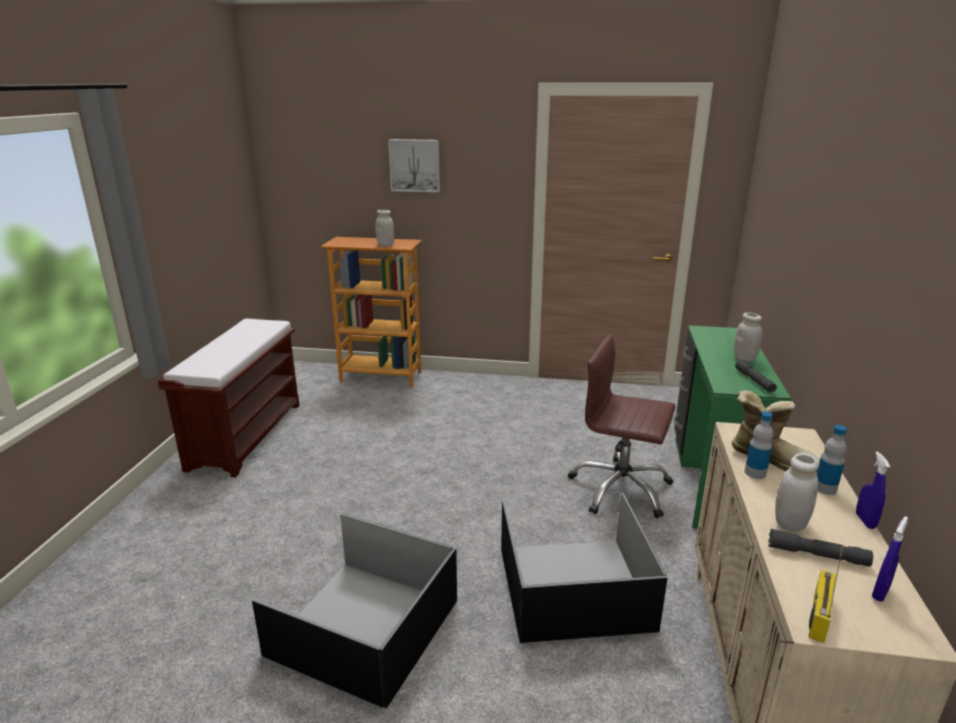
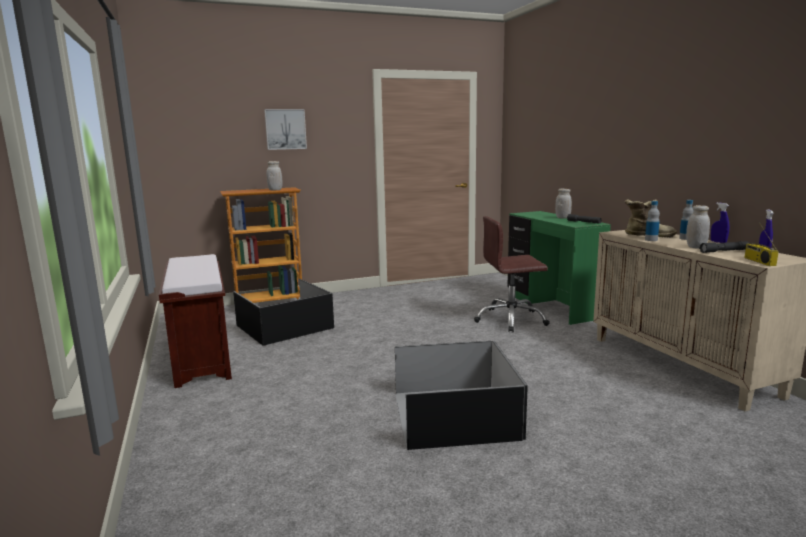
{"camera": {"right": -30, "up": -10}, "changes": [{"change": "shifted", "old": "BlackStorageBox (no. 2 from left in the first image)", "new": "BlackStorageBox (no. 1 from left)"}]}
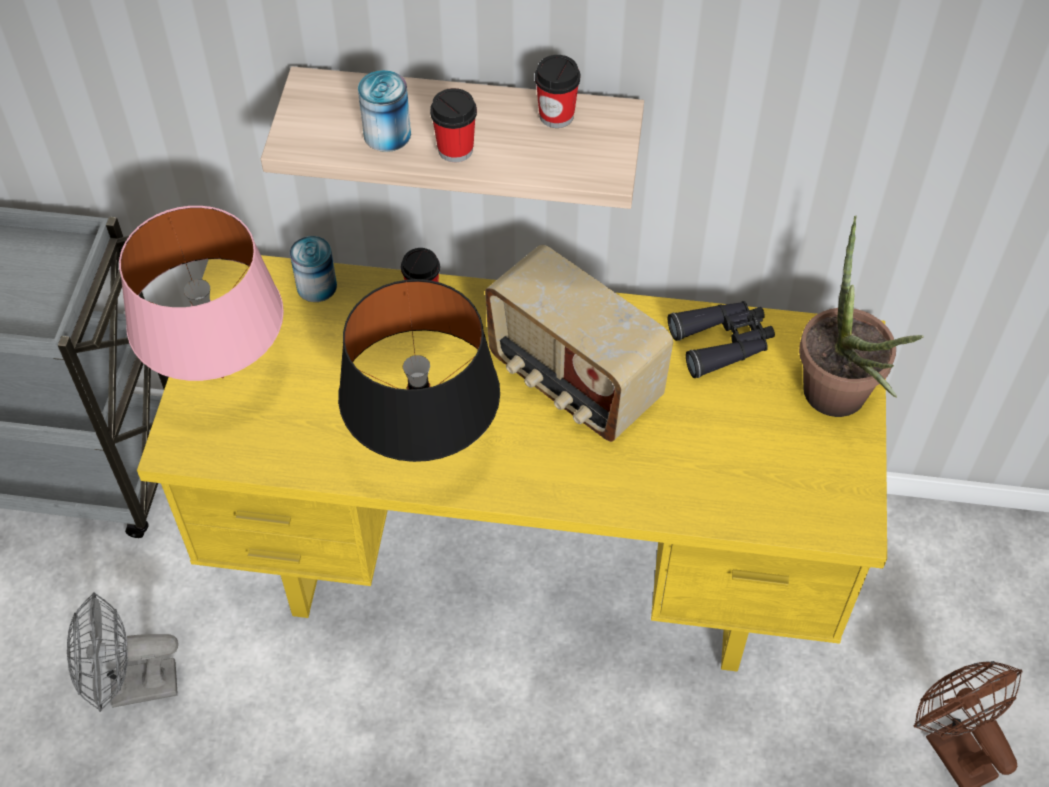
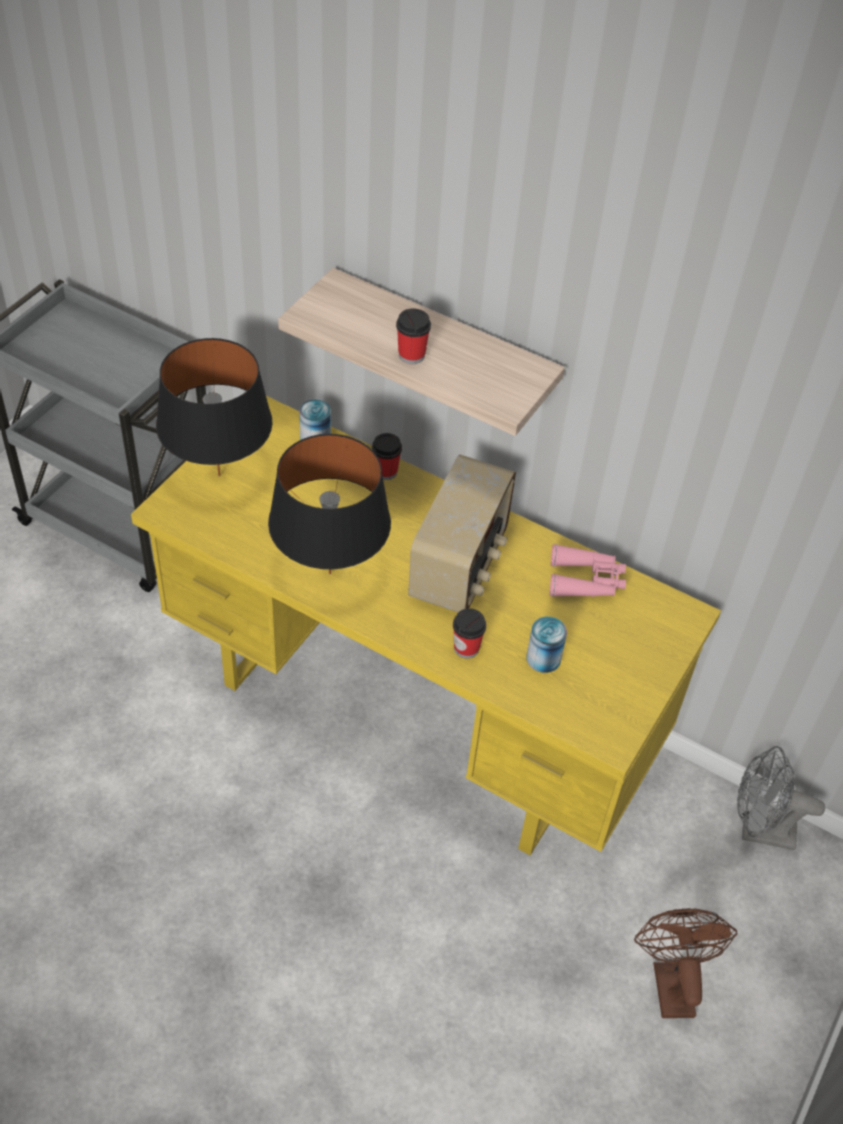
{"camera": {"right": 20, "up": -5}, "changes": [{"change": "shifted", "old": "GreyFan"}, {"change": "repainted", "old": "PinkTableLamp", "new": "BlackTableLamp (no. 1 from left)"}, {"change": "shifted", "old": "Can (no. 2 from left)"}, {"change": "rotated", "old": "Radio", "degrees": -135}, {"change": "shifted", "old": "Cup (no. 3 from left)"}, {"change": "repainted", "old": "BlackBinoculars", "new": "PinkBinoculars"}, {"change": "gone", "old": "PottedPlant"}]}
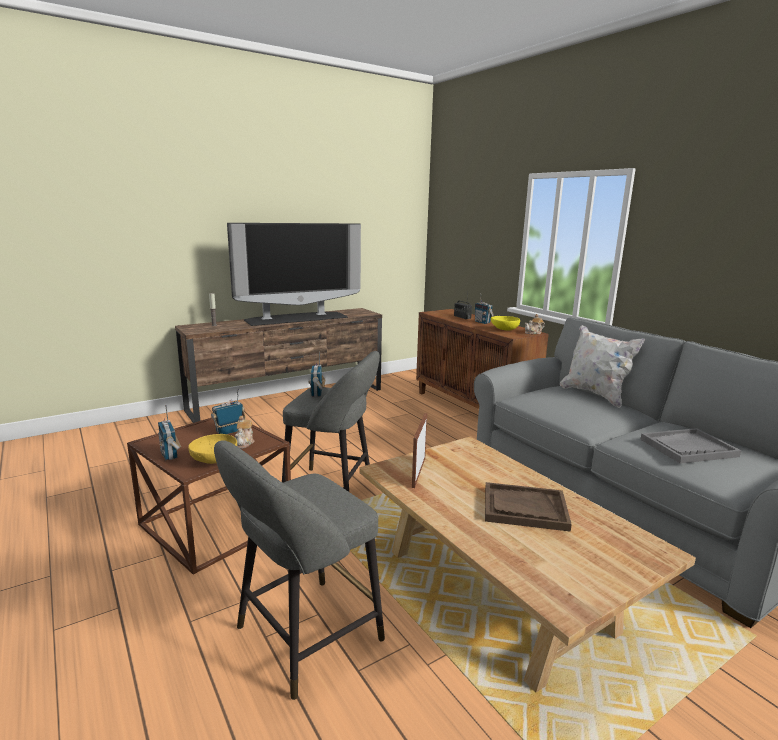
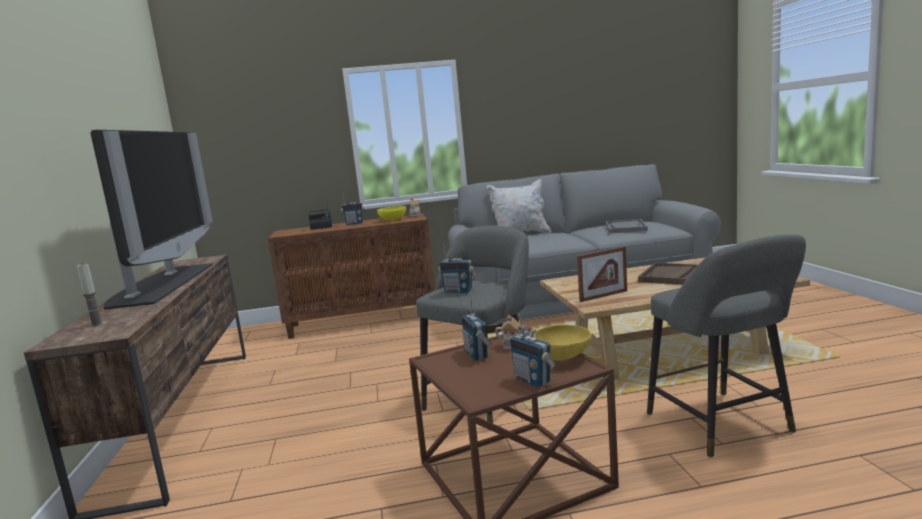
{"camera": {"right": -65, "up": -5}, "changes": [{"change": "rotated", "old": "Radio (no. 1 from left in the first image)", "degrees": 60}, {"change": "rotated", "old": "PictureFrame", "degrees": -60}]}
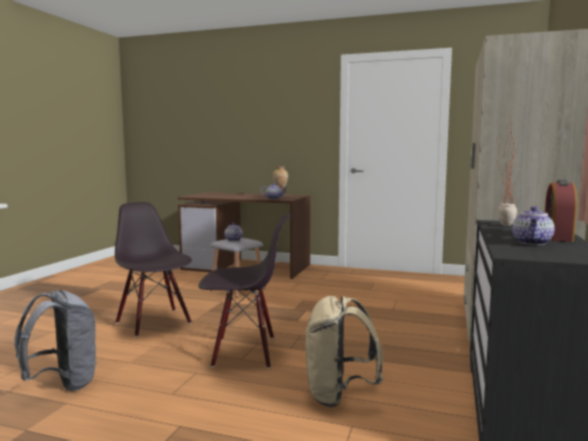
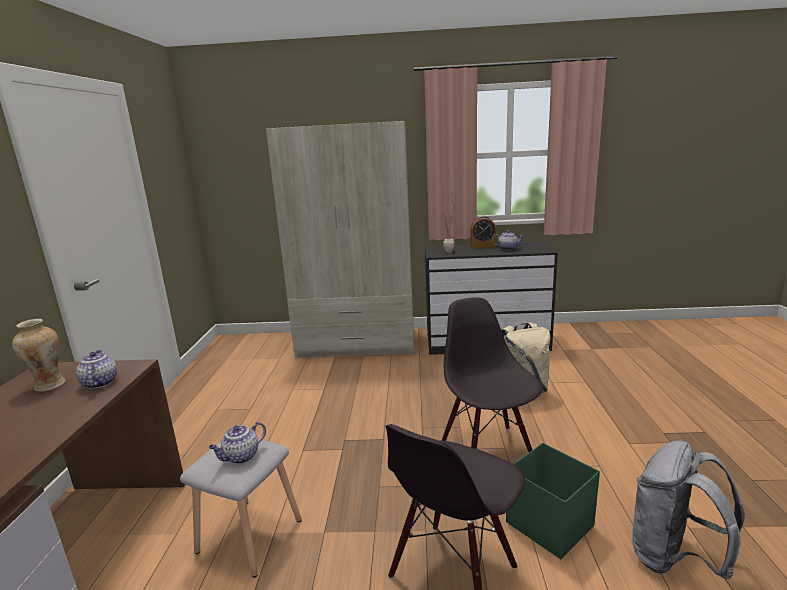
{"camera": {"right": -105, "up": 10}, "changes": [{"change": "new", "new": "GreenStorageBox"}]}
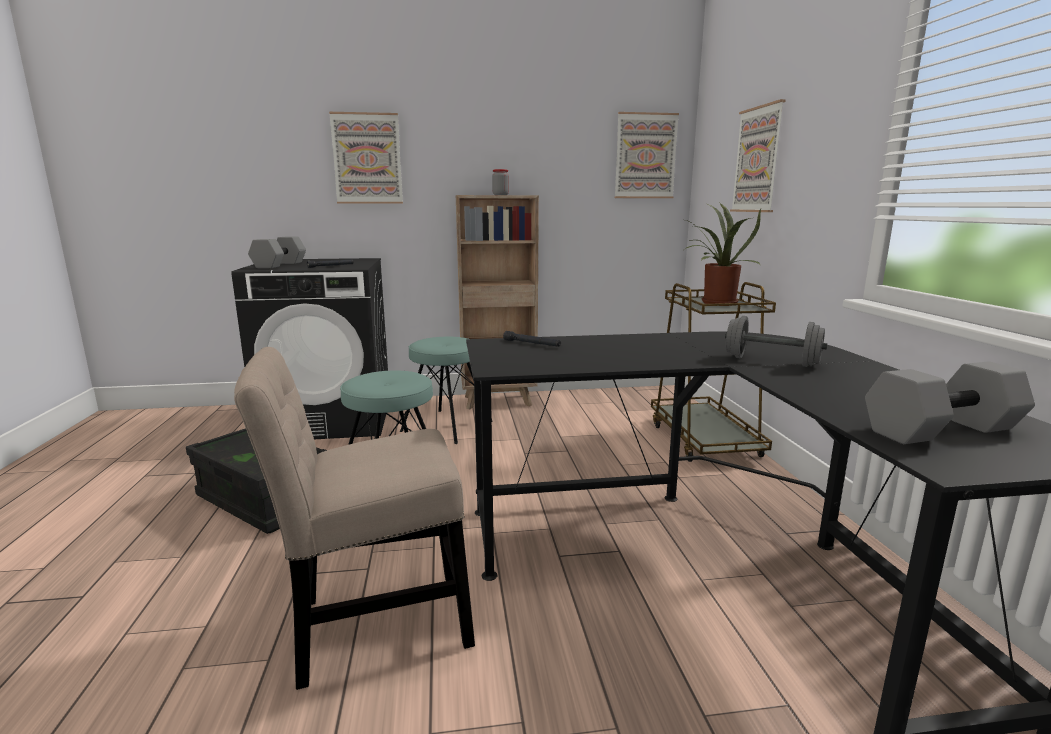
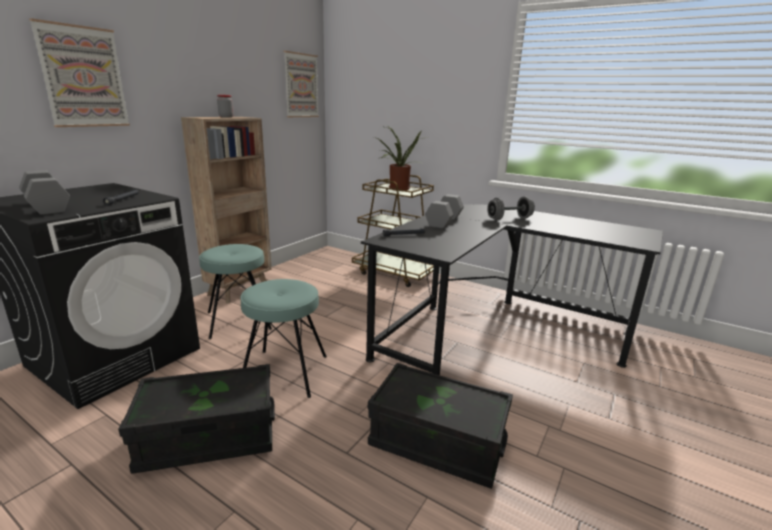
{"camera": {"right": -50, "up": 5}, "changes": [{"change": "swapped", "old": "BeigeChair", "new": "BlackStorageBox (no. 2 from left)"}, {"change": "gone", "old": "Picture (no. 3 from left)"}, {"change": "shifted", "old": "GreyDumbbell (no. 3 from left in the first image)", "new": "GreyDumbbell (no. 2 from left)"}]}
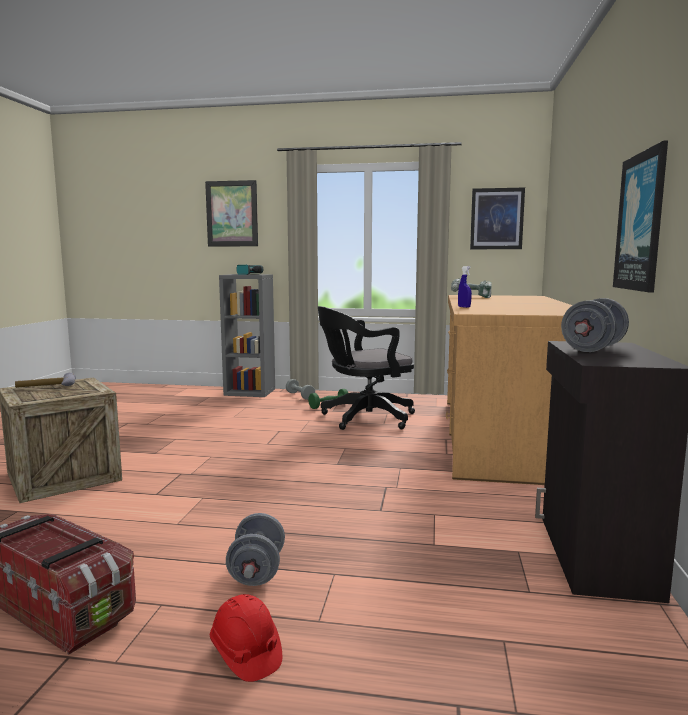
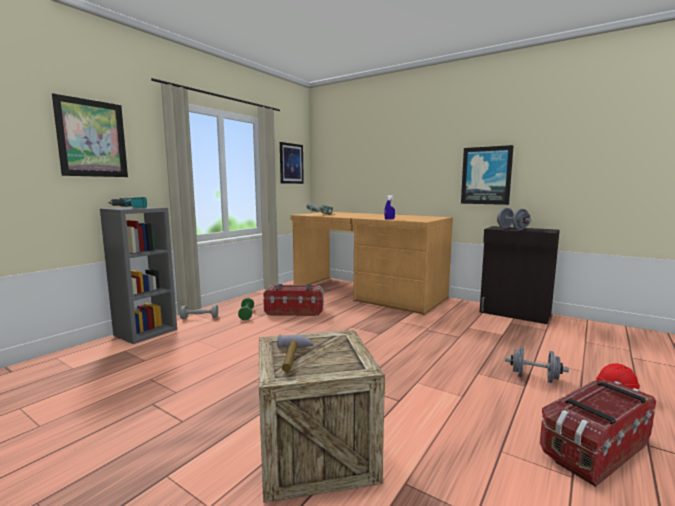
{"camera": {"right": -65, "up": 0}, "changes": [{"change": "swapped", "old": "BlackOfficeChair", "new": "StorageBox (no. 1 from left)"}]}
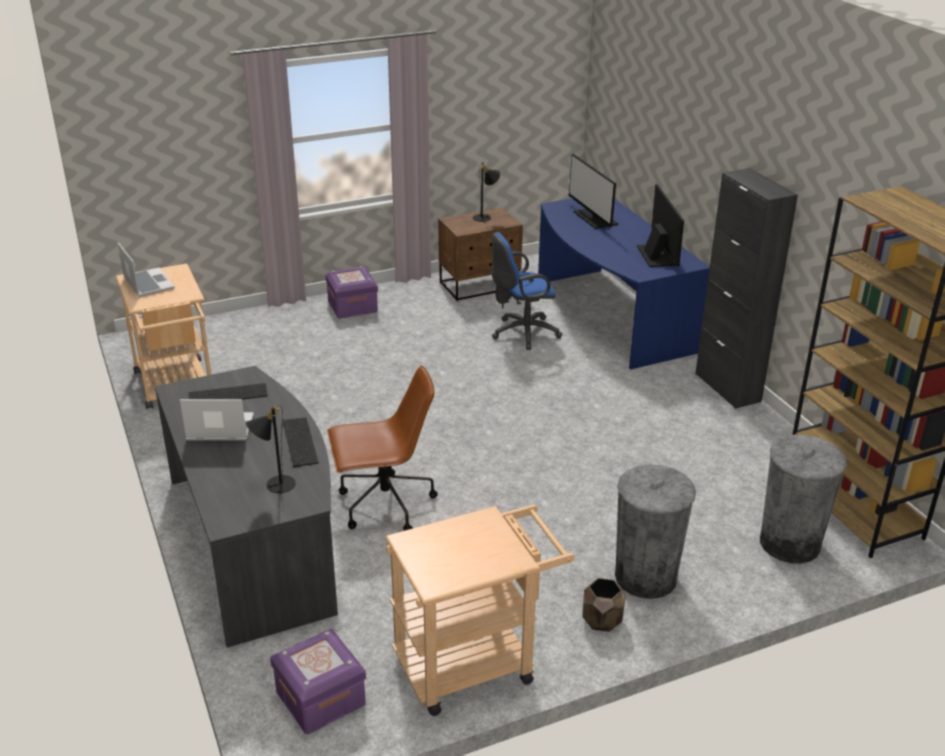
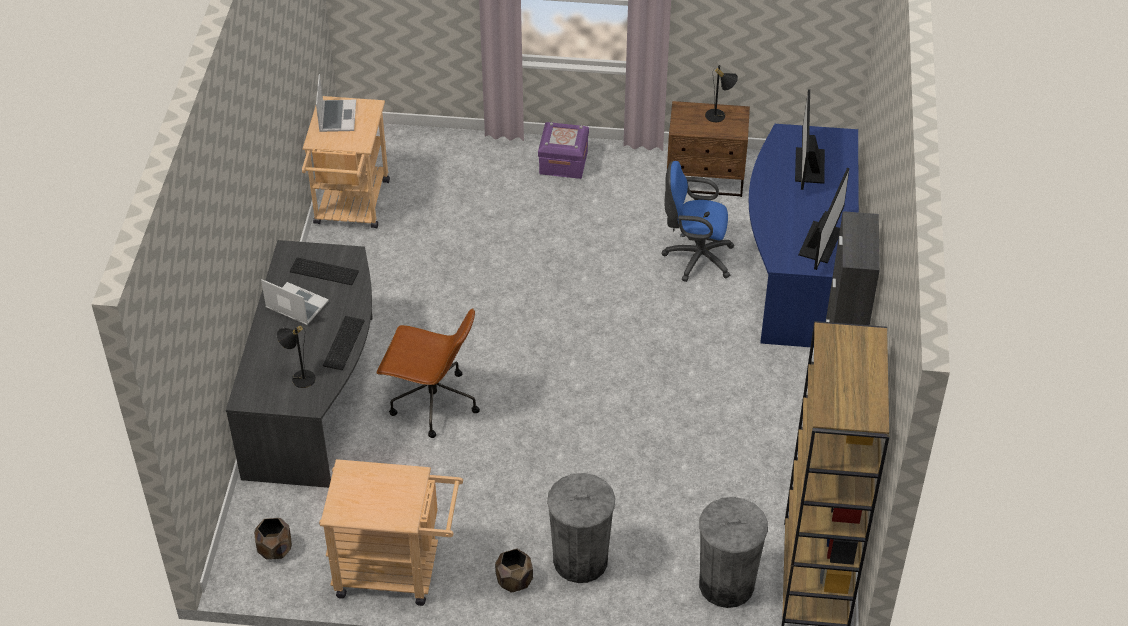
{"camera": {"right": 30, "up": 15}, "changes": [{"change": "swapped", "old": "PurpleStorageBox (no. 1 from left)", "new": "BrownPlanter (no. 1 from left)"}]}
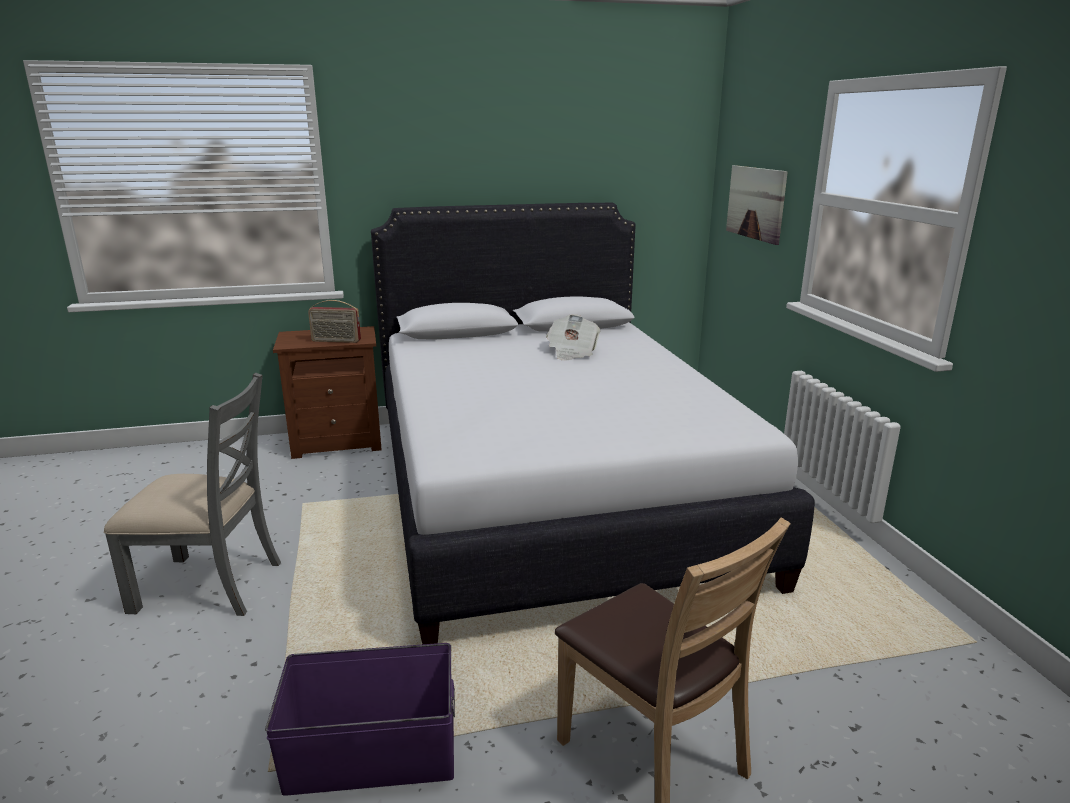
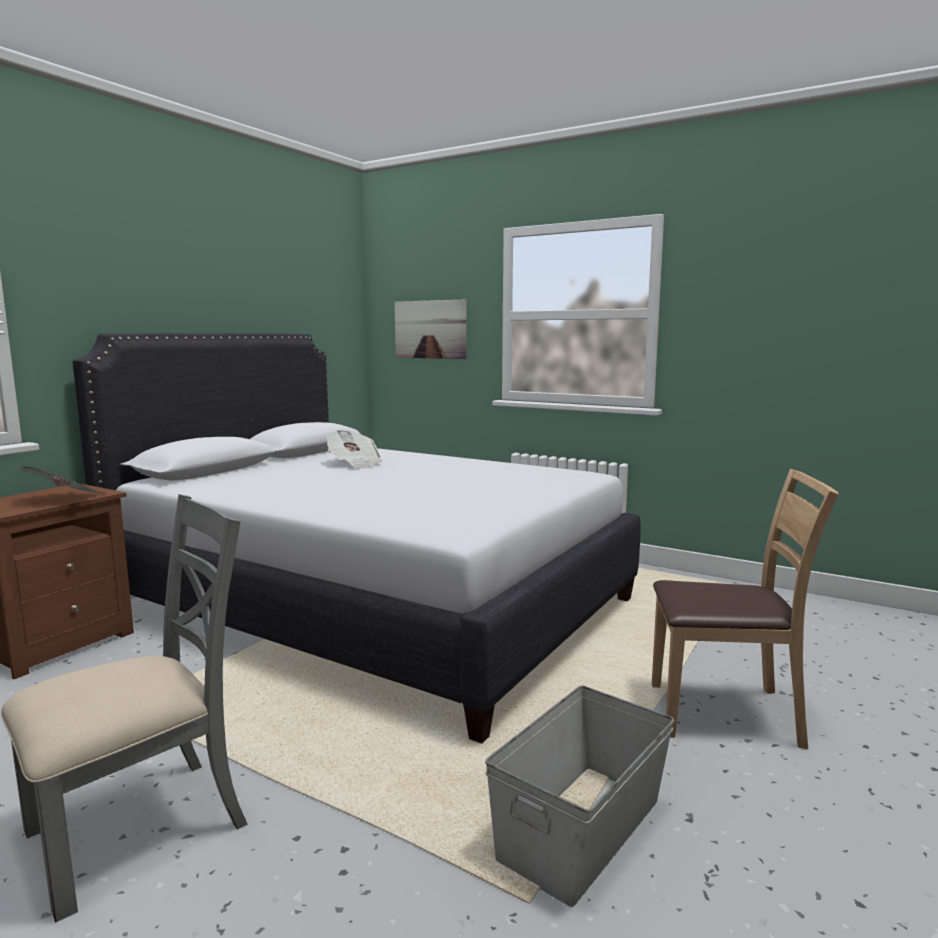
{"camera": {"right": -45, "up": -10}, "changes": [{"change": "repainted", "old": "PurpleStorageBox", "new": "GreyStorageBox"}, {"change": "swapped", "old": "Radio", "new": "Newspaper (no. 1 from left)"}]}
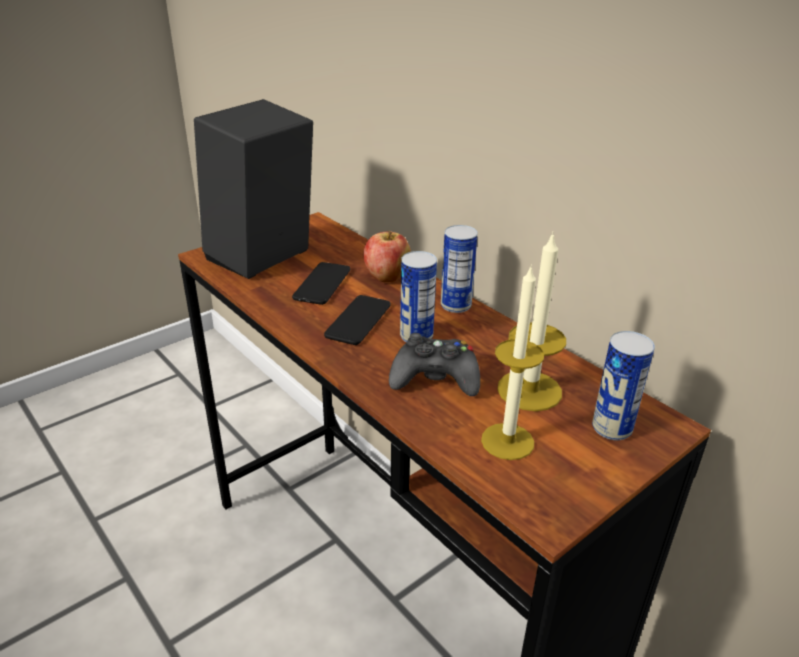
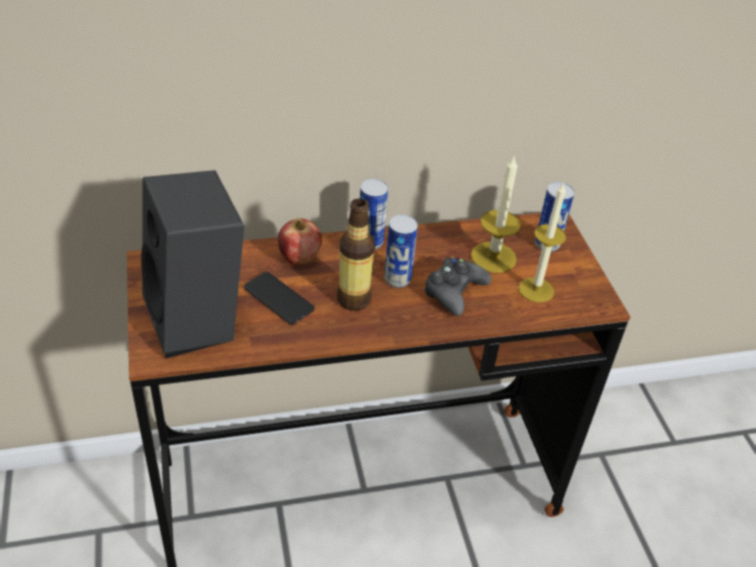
{"camera": {"right": -65, "up": 10}, "changes": [{"change": "swapped", "old": "Phone (no. 2 from left)", "new": "Bottle"}]}
